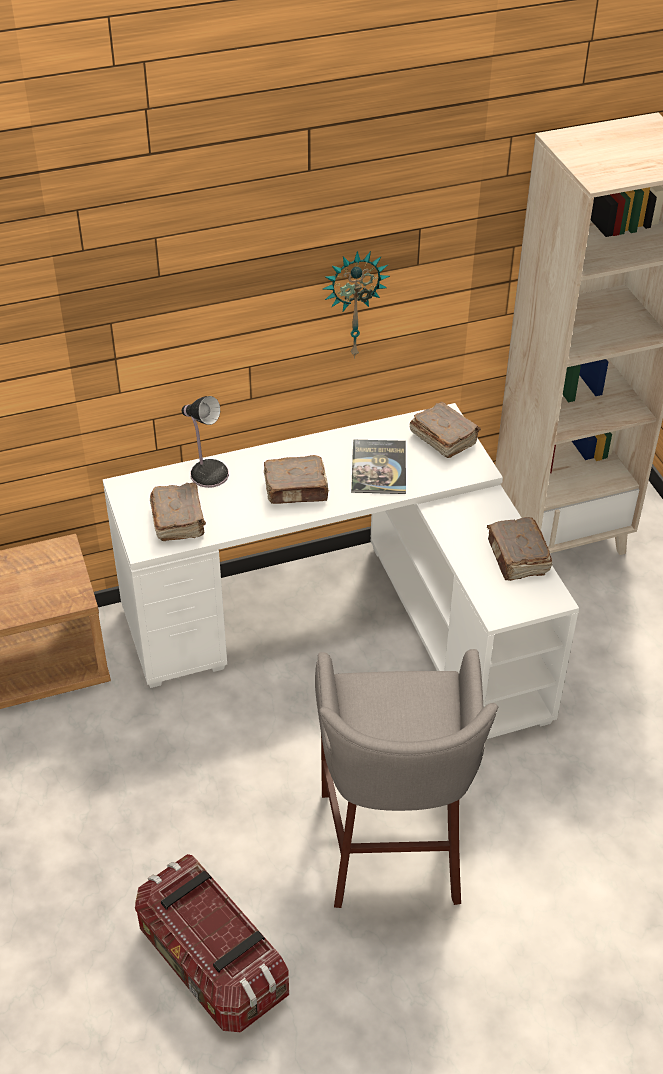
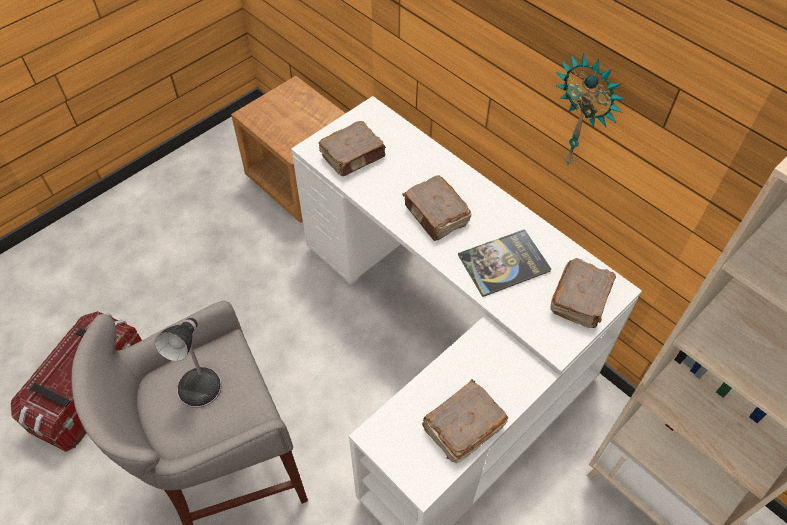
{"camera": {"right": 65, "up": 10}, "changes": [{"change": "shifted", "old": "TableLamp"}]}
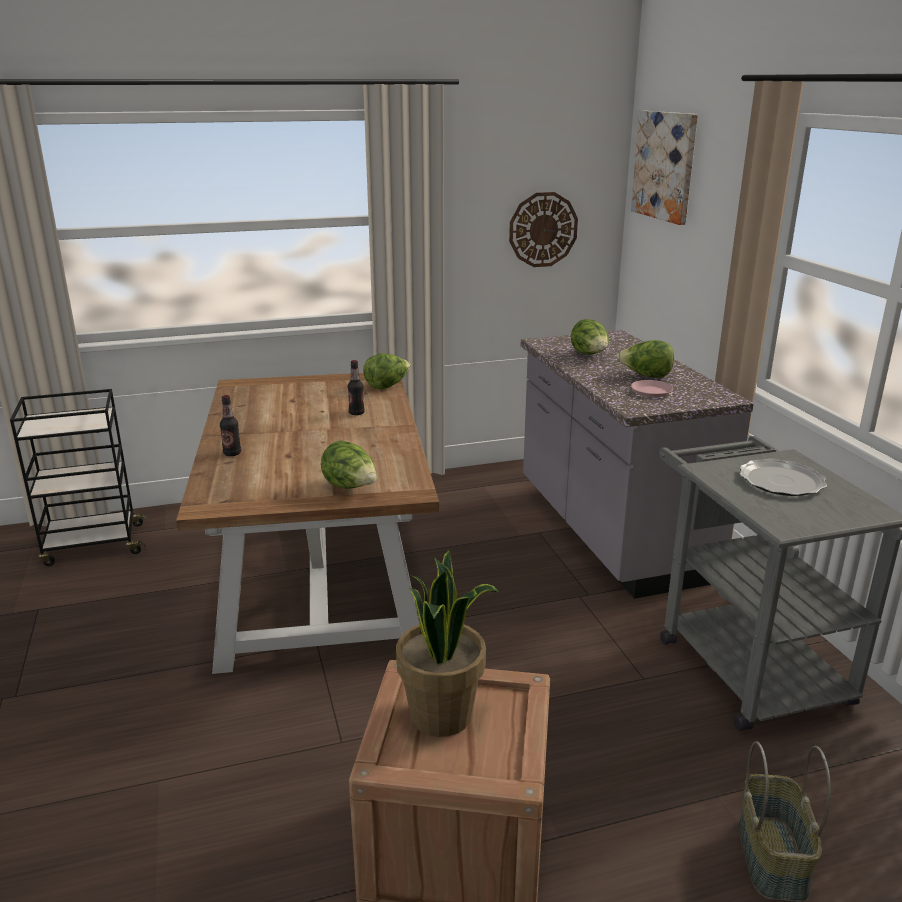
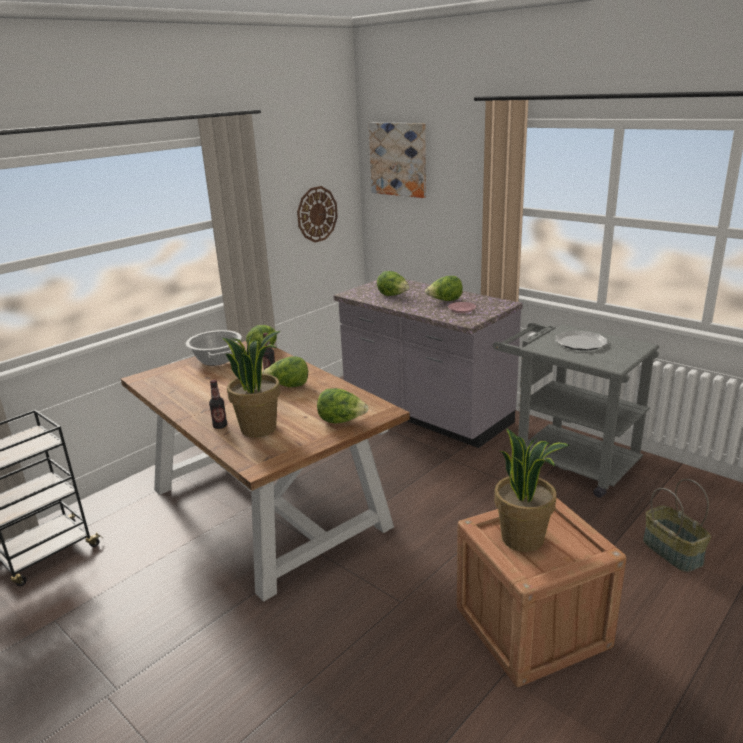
{"camera": {"right": -30, "up": 0}, "changes": [{"change": "new", "new": "CookingPot"}, {"change": "new", "new": "PottedPlant (no. 1 from left)"}, {"change": "new", "new": "Lettuce (no. 2 from left)"}]}
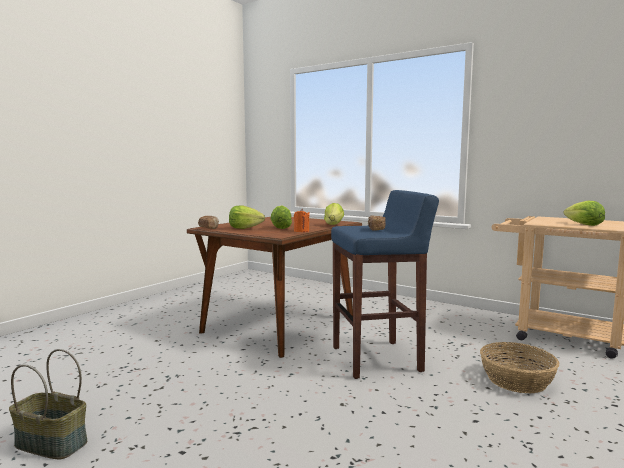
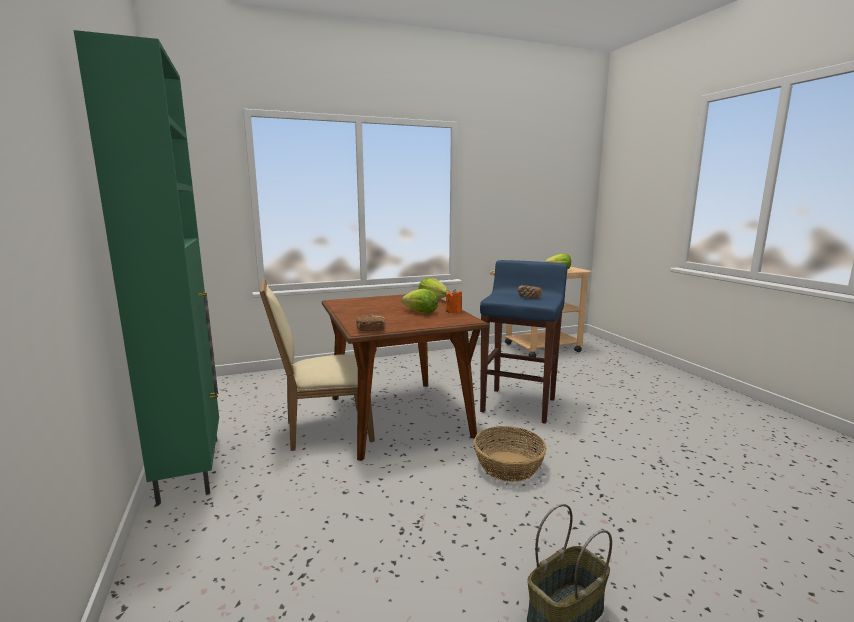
{"camera": {"right": -55, "up": 5}, "changes": [{"change": "gone", "old": "Lettuce (no. 1 from left)"}, {"change": "shifted", "old": "Basket (no. 2 from left in the first image)", "new": "Basket (no. 1 from left)"}, {"change": "new", "new": "GreenCabinet"}, {"change": "new", "new": "BeigeChair"}]}
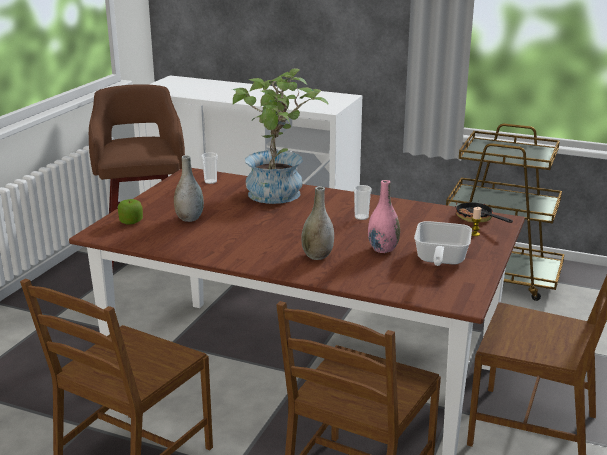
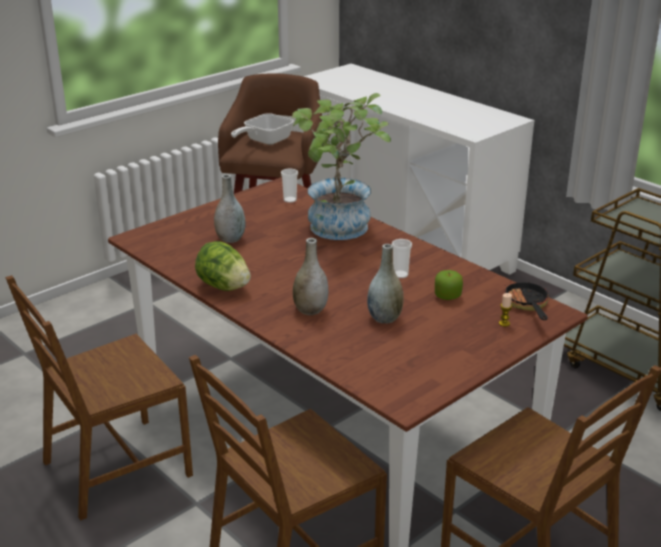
{"camera": {"right": 25, "up": 5}, "changes": [{"change": "shifted", "old": "Apple"}, {"change": "repainted", "old": "PinkVase", "new": "GreyVase (no. 3 from left)"}, {"change": "shifted", "old": "FryingPan (no. 1 from left)"}, {"change": "new", "new": "Lettuce"}]}
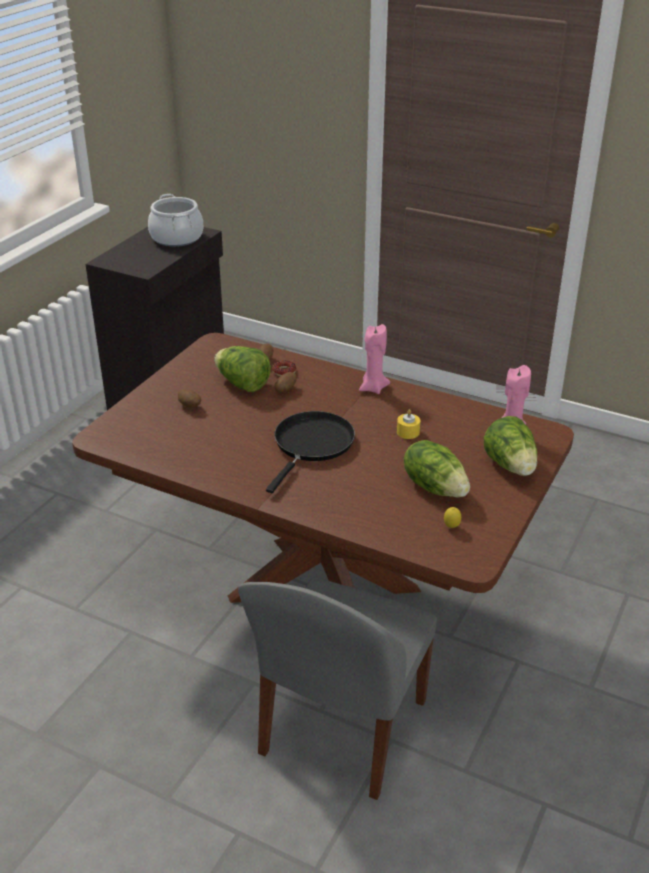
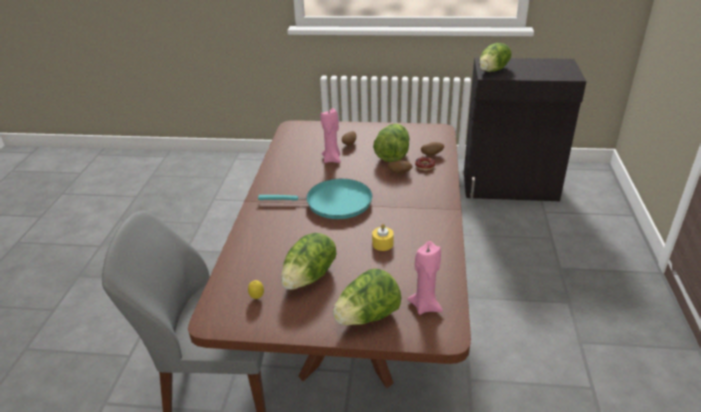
{"camera": {"right": 70, "up": 0}, "changes": [{"change": "gone", "old": "CookingPot"}, {"change": "repainted", "old": "BlackFryingPan", "new": "TurquoiseFryingPan"}, {"change": "shifted", "old": "PinkCandle (no. 1 from left)"}, {"change": "new", "new": "Lettuce (no. 4 from left)"}]}
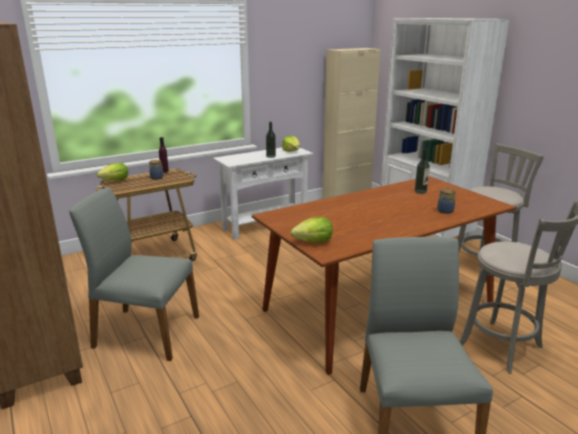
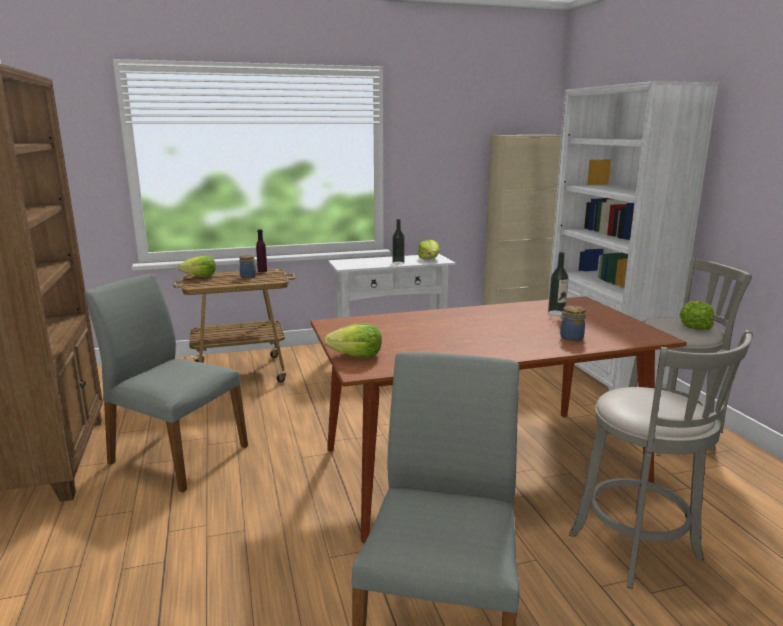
{"camera": {"right": 15, "up": -5}, "changes": [{"change": "new", "new": "Lettuce (no. 4 from left)"}]}
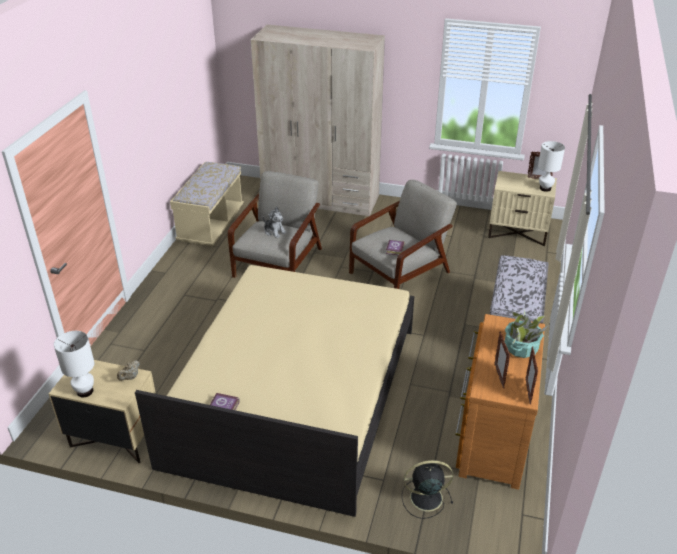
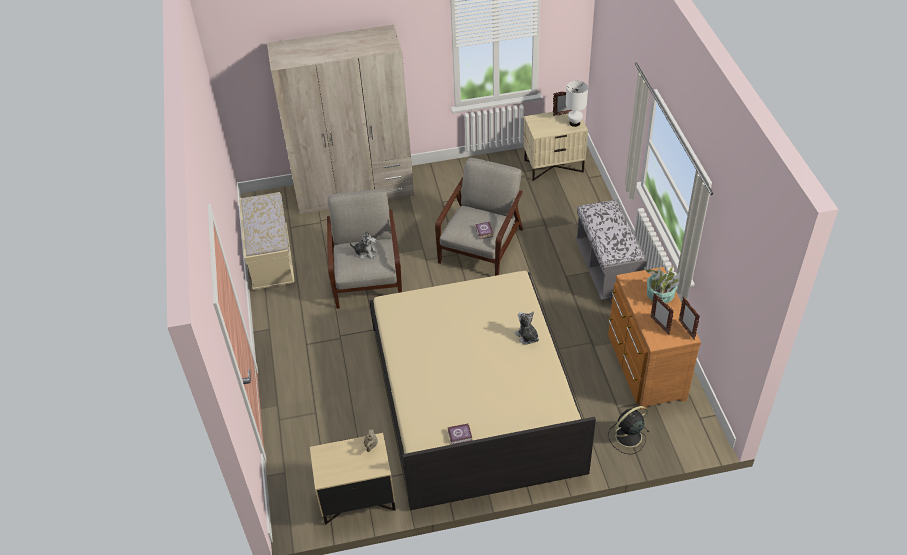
{"camera": {"right": -25, "up": 10}, "changes": [{"change": "gone", "old": "WhiteTableLamp (no. 1 from left)"}, {"change": "new", "new": "PlushToy (no. 2 from left)"}]}
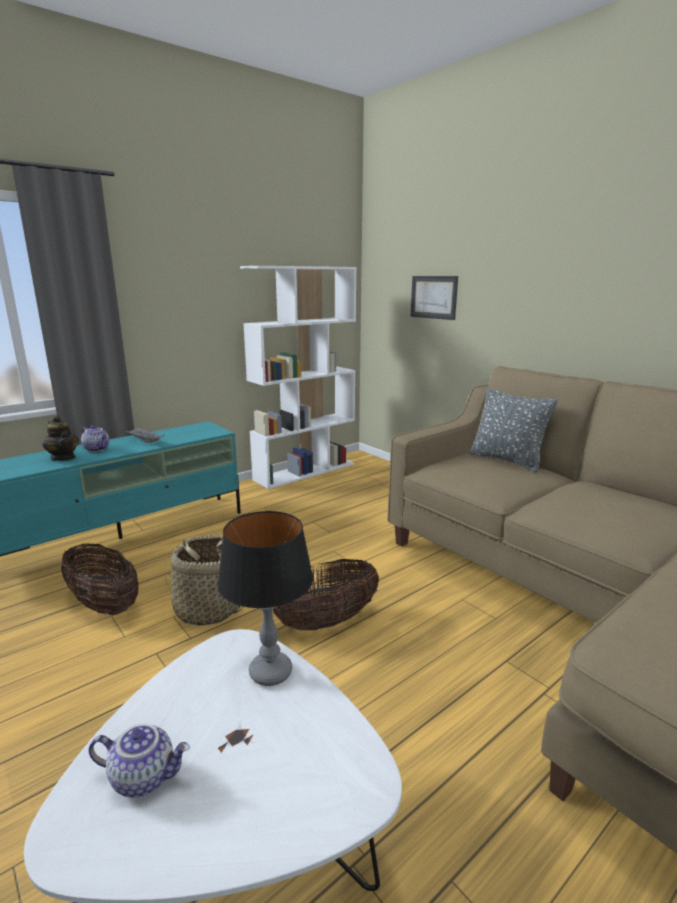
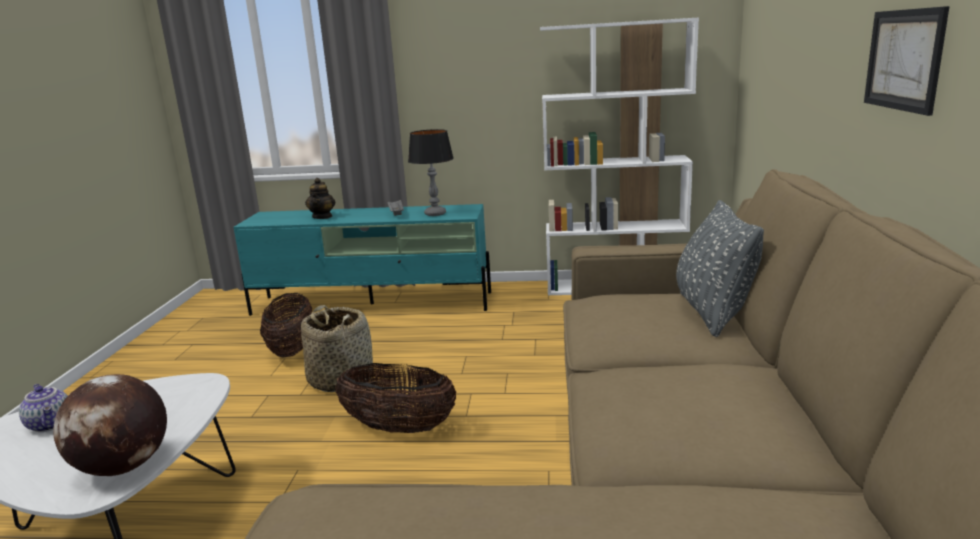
{"camera": {"right": 45, "up": 0}, "changes": [{"change": "gone", "old": "Teapot (no. 2 from left)"}, {"change": "shifted", "old": "TableLamp"}, {"change": "shifted", "old": "Picture"}, {"change": "new", "new": "Globe"}]}
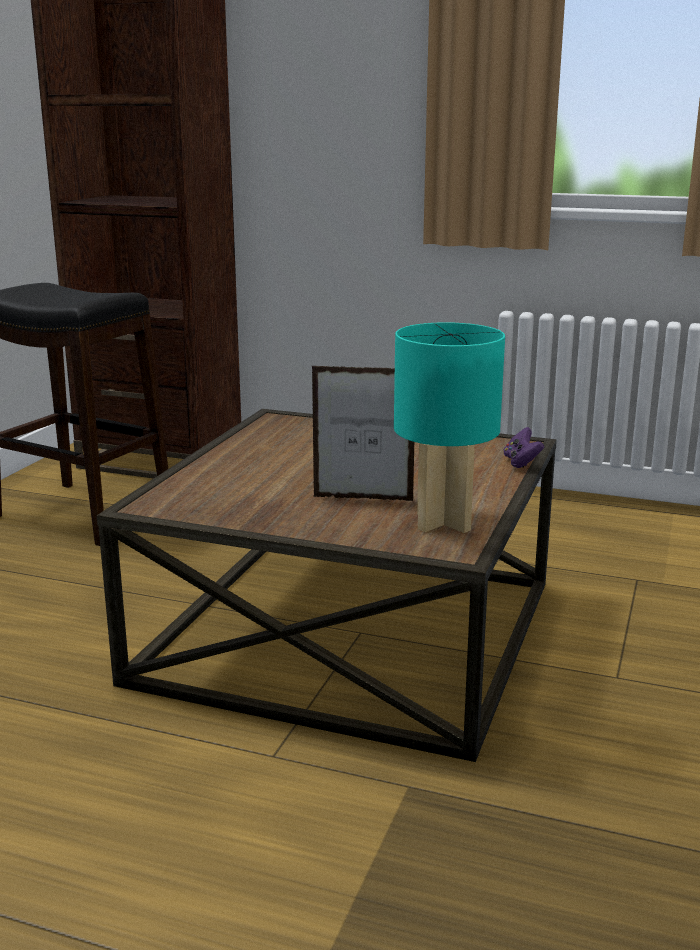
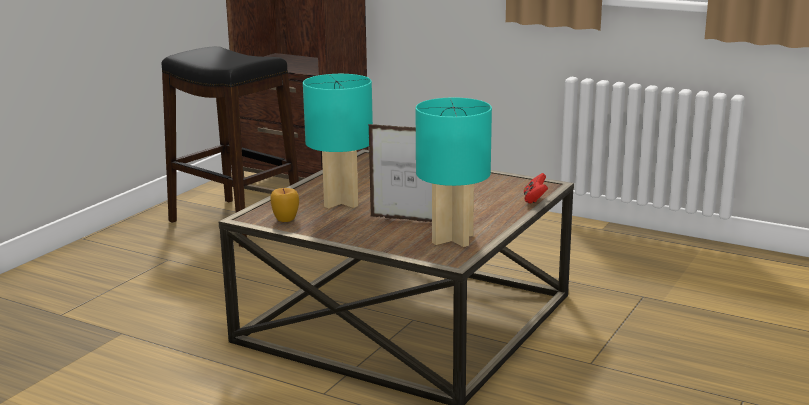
{"camera": {"right": 10, "up": 0}, "changes": [{"change": "repainted", "old": "PurpleGameController", "new": "RedGameController"}, {"change": "new", "new": "Apple"}, {"change": "new", "new": "TurquoiseTableLamp (no. 1 from left)"}]}
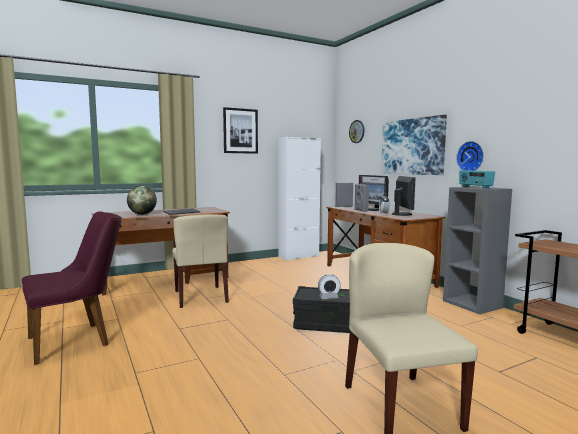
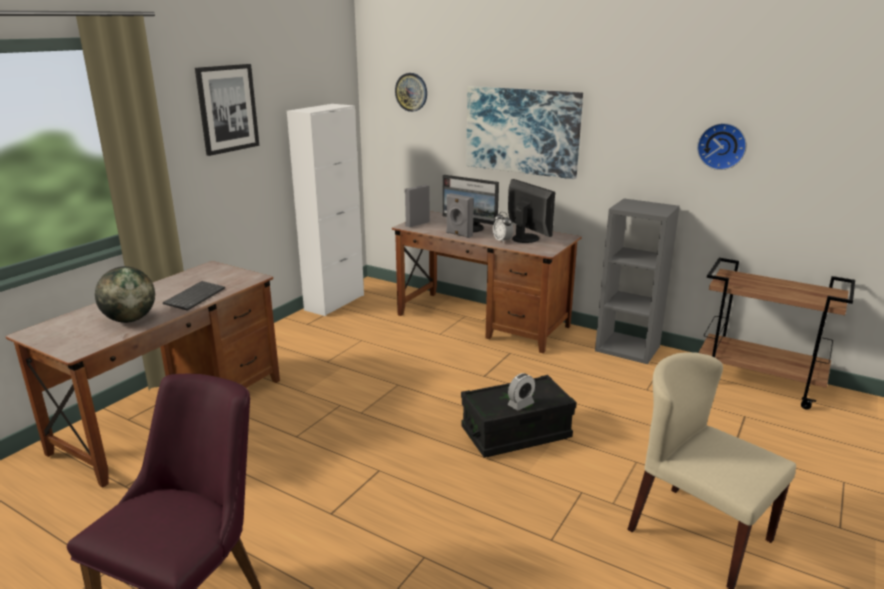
{"camera": {"right": -30, "up": 15}, "changes": [{"change": "gone", "old": "BeigeChair (no. 1 from left)"}, {"change": "shifted", "old": "WallClock (no. 2 from left)"}, {"change": "gone", "old": "Radio"}]}
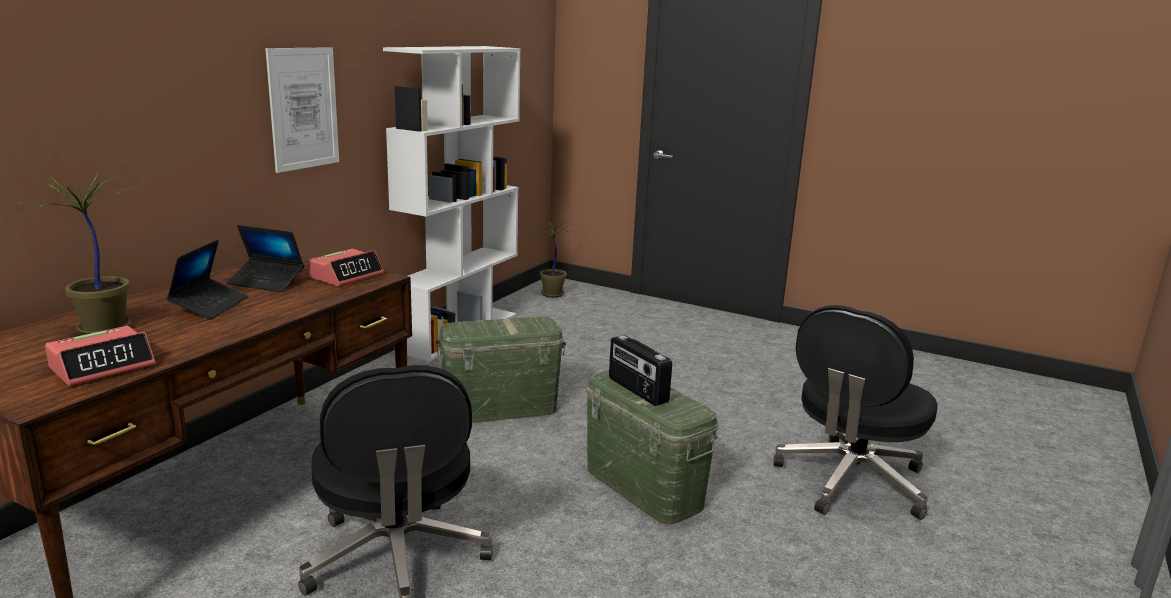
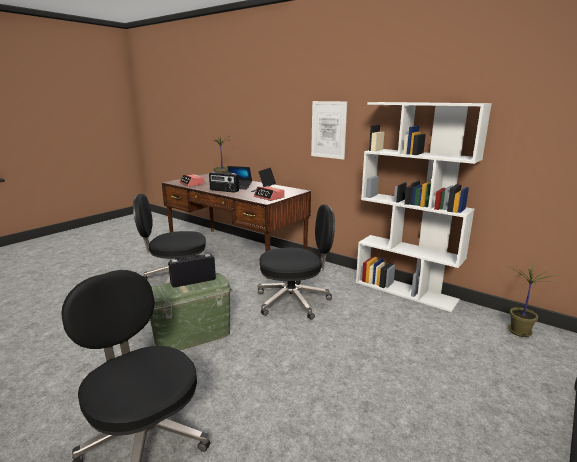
{"camera": {"right": 100, "up": 0}, "changes": [{"change": "swapped", "old": "GreenStorageBox (no. 1 from left)", "new": "BlackOfficeChair (no. 3 from left)"}, {"change": "new", "new": "Radio (no. 2 from left)"}]}
